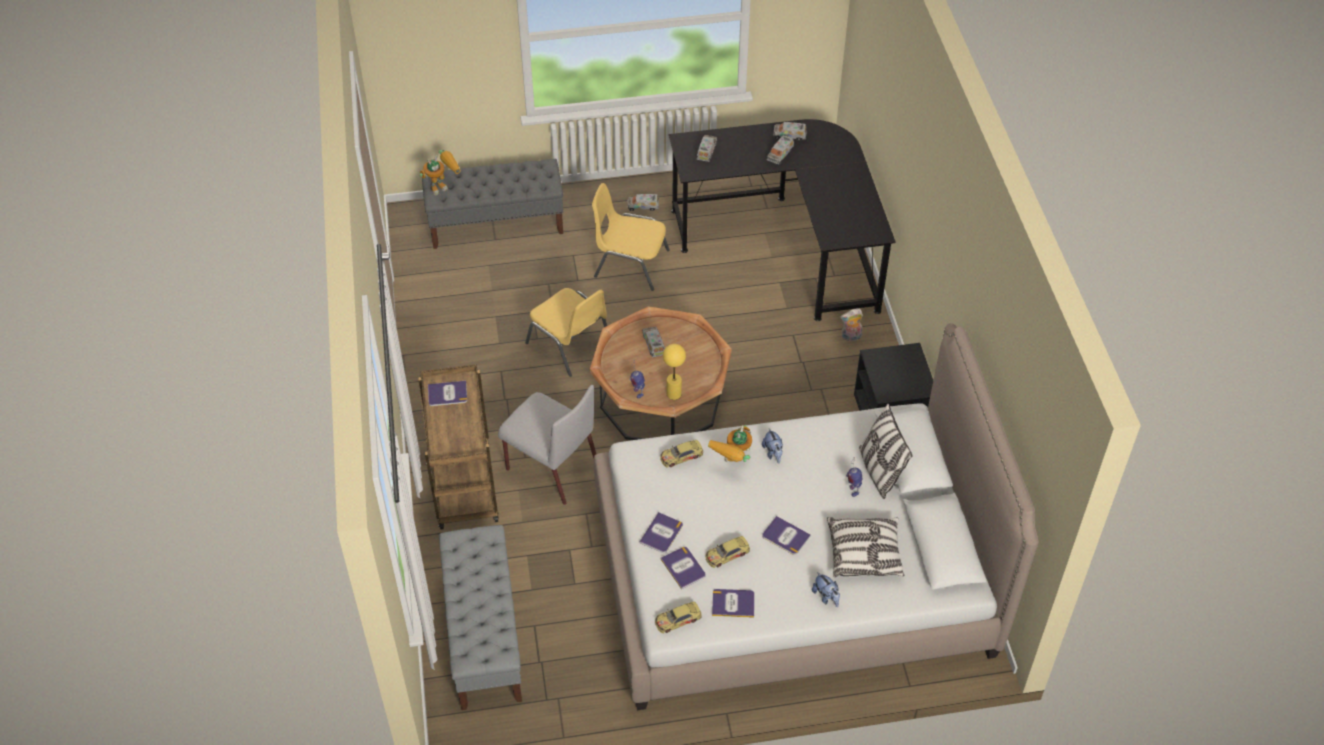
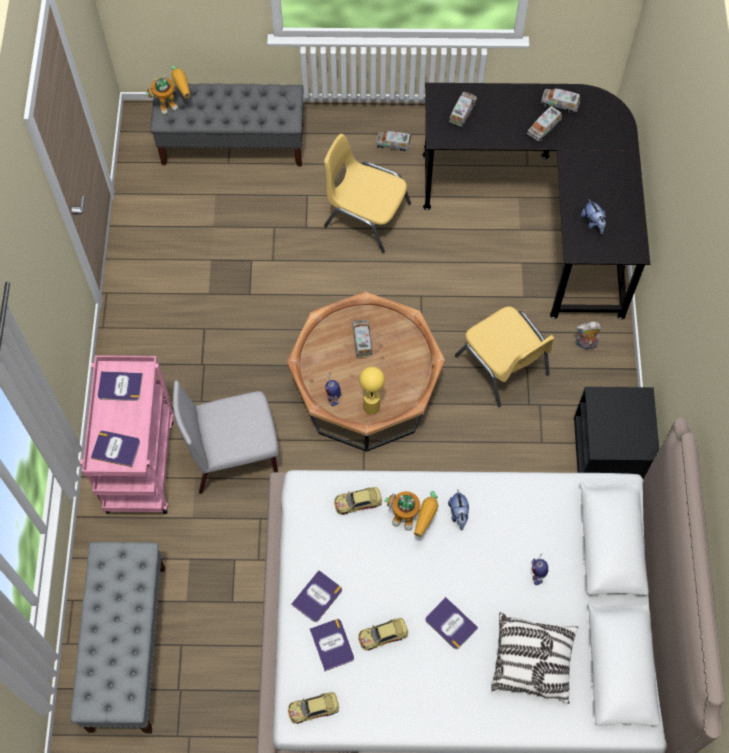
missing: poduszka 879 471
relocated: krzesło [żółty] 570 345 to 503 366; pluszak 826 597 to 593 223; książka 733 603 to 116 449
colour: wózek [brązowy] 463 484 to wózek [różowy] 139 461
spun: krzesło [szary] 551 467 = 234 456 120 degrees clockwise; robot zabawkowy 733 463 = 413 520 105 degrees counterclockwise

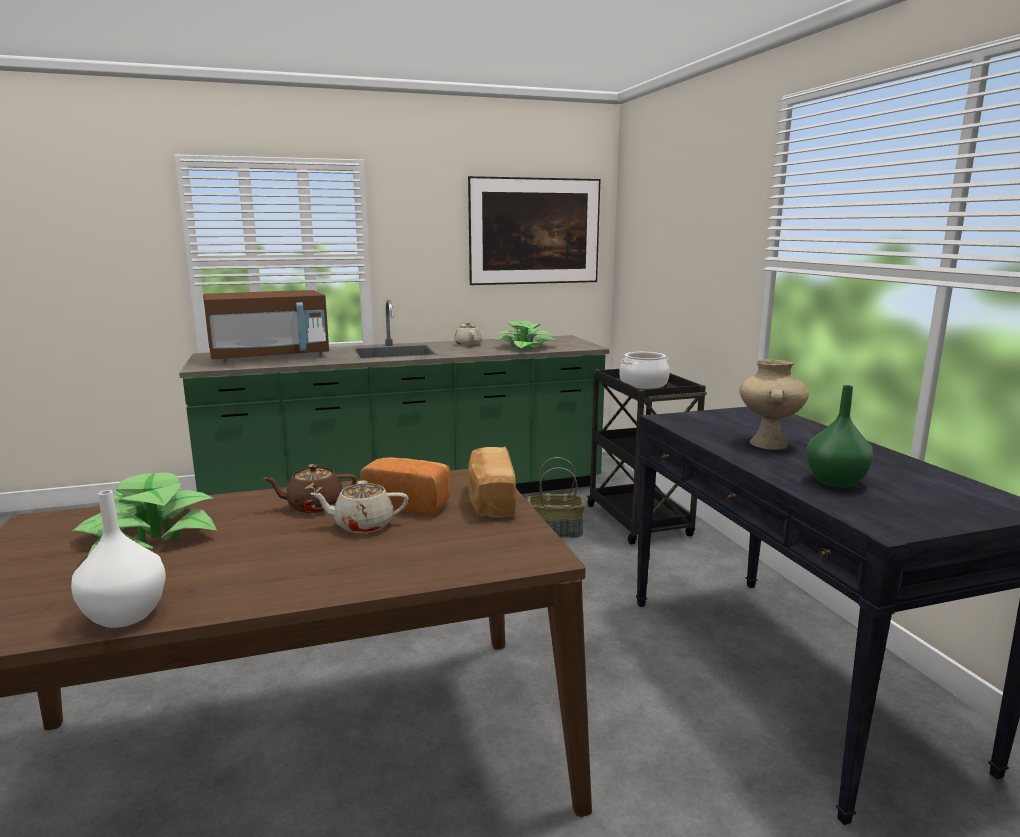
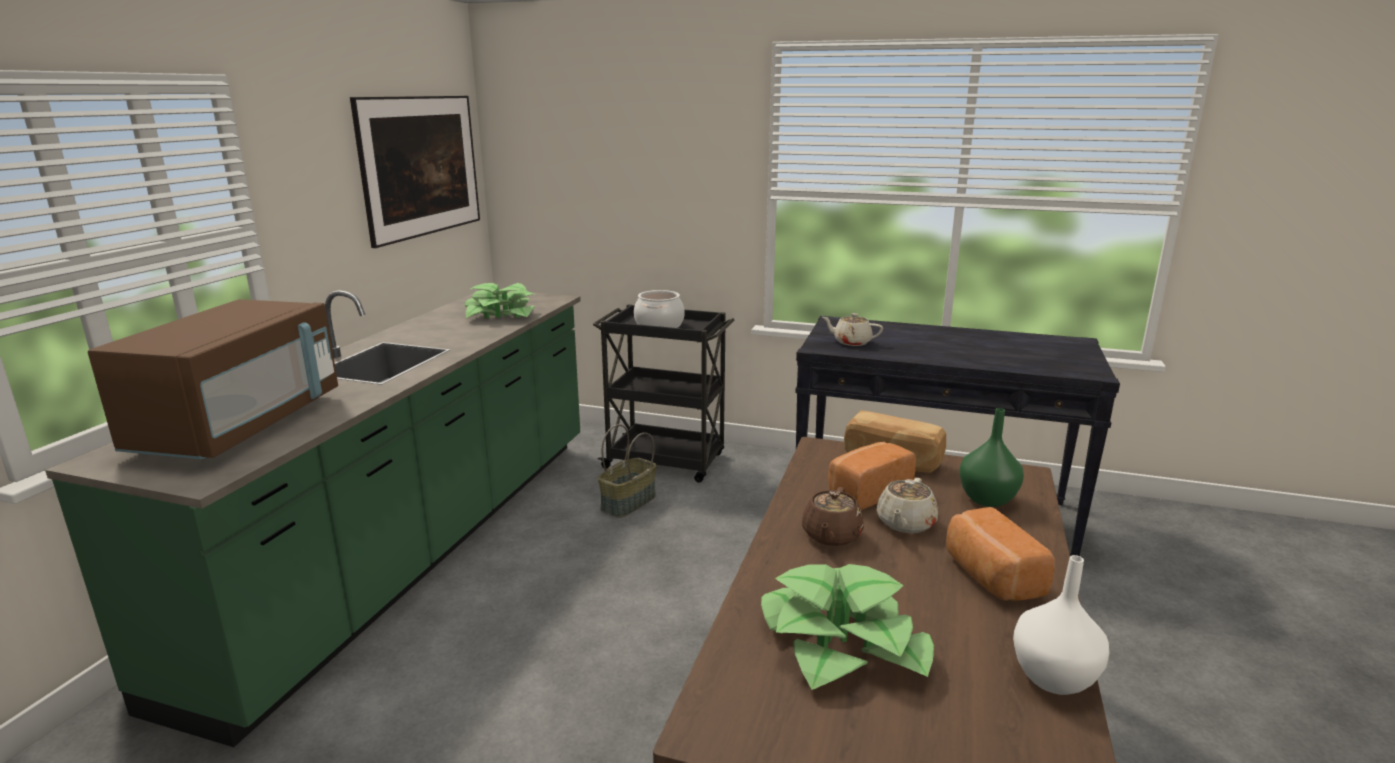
missing: wazon [beżowy] 767 444
appeared: chleb 989 577
relocated: imbryk [beżowy] 468 344 to 851 342; wazon [zielony] 835 481 to 986 498

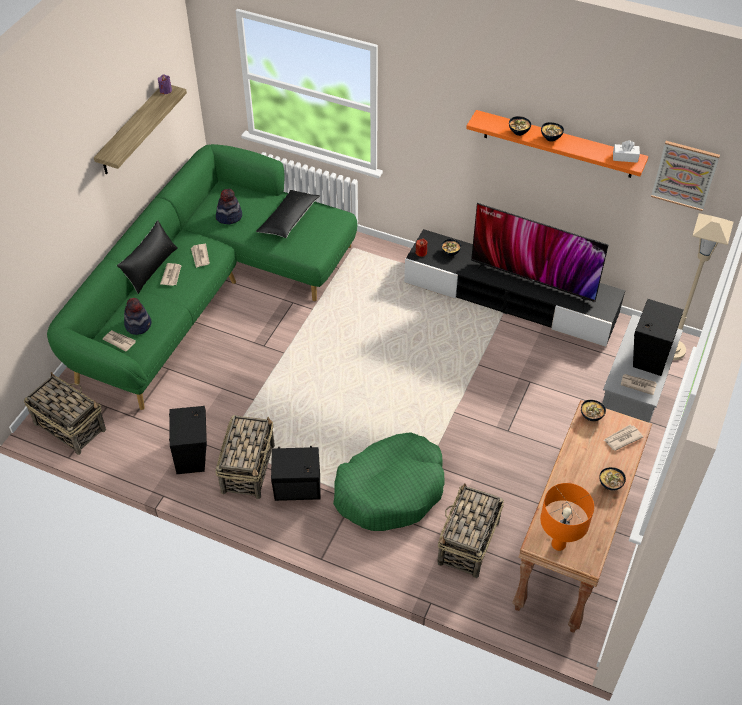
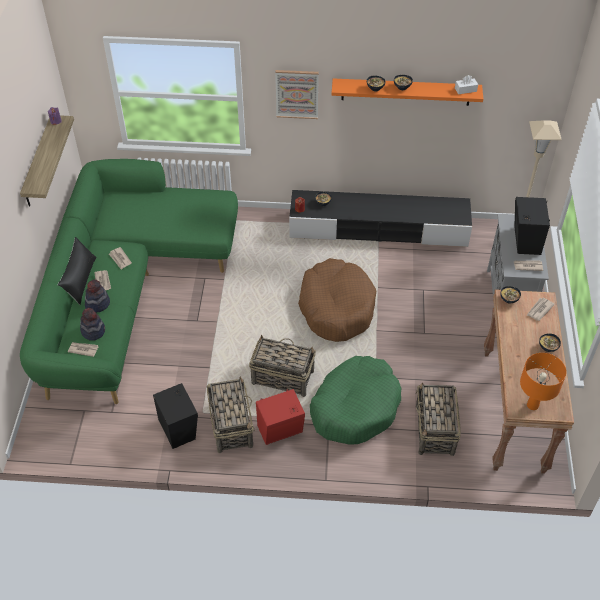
missing: poduszka [czarny] 289 219; telewizor 532 282
appeared: legowisko [brązowy] 336 307
relocated: obraz 684 175 to 297 94; kapelusz 229 216 to 97 304; koszyk 69 426 to 282 377
colour: głośnik [czarny] 298 490 to głośnik [czerwony] 281 430

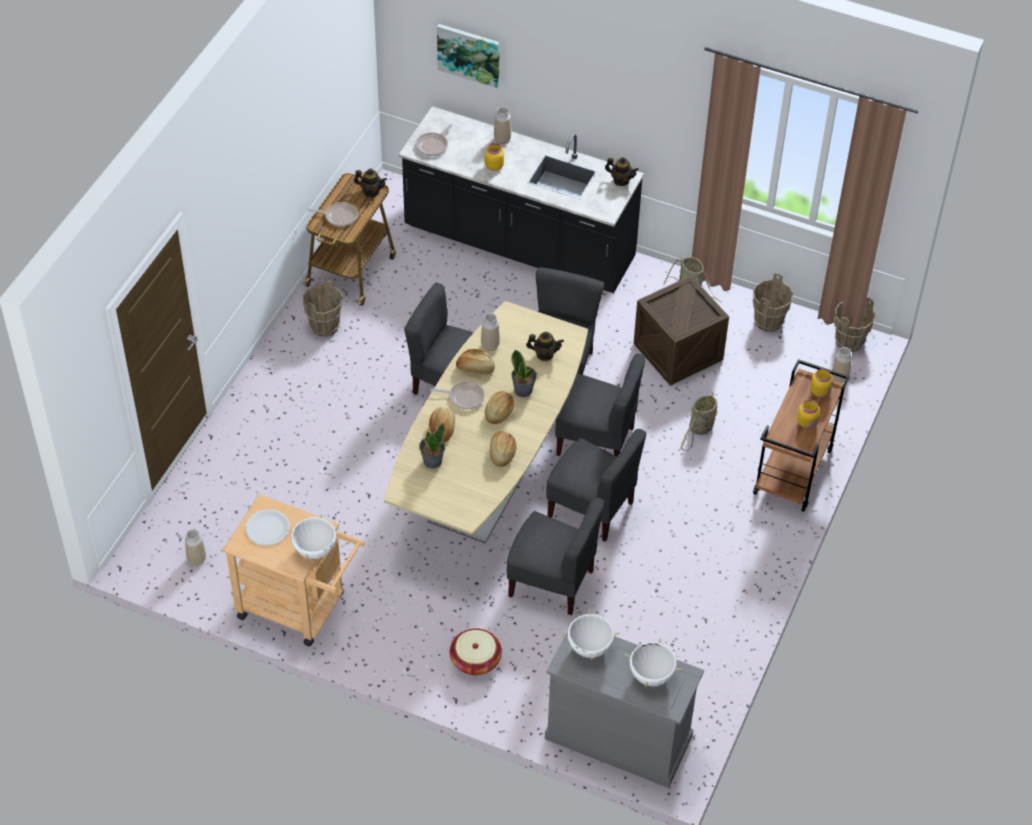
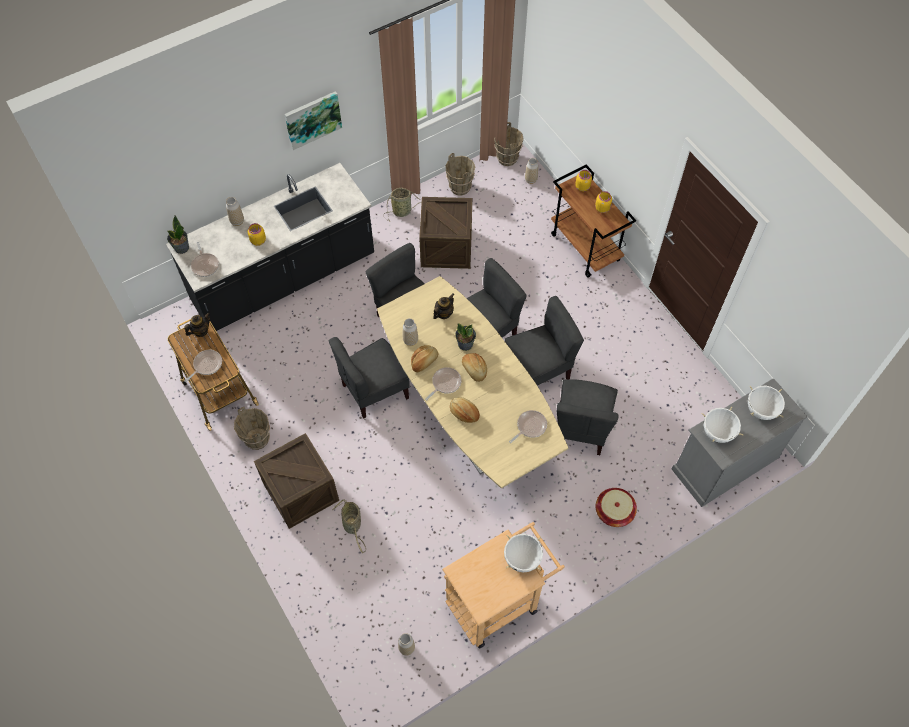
missing: imbryk 621 180; chleb 502 453; talerz [biały] 268 528
appeared: patelnia 530 426; skrzynka 301 492
relocated: obraz 469 54 to 312 119; koszyk 700 429 to 352 526; roślina doniczkowa 432 461 to 181 248
spun: krzesło [szary] 552 582 = 581 429 135 degrees clockwise

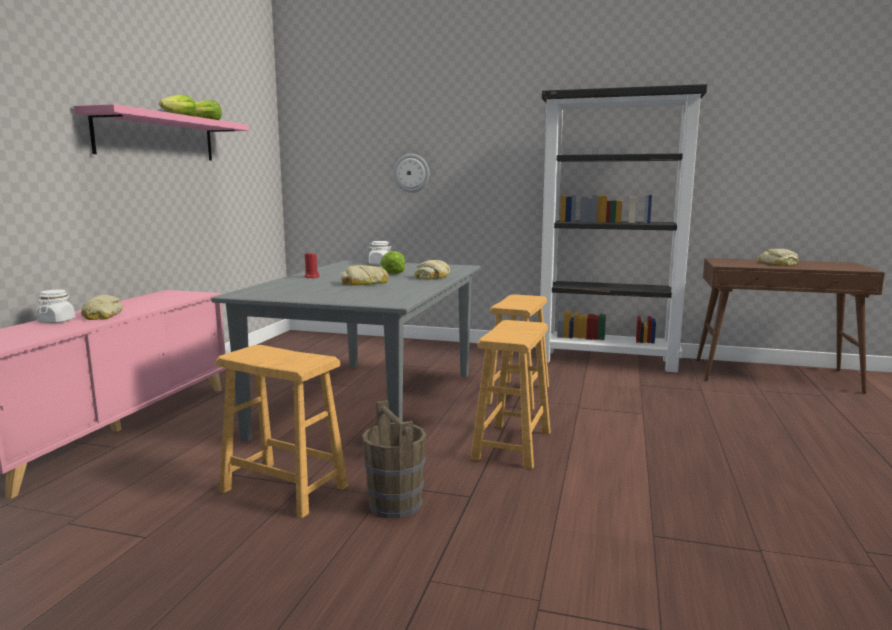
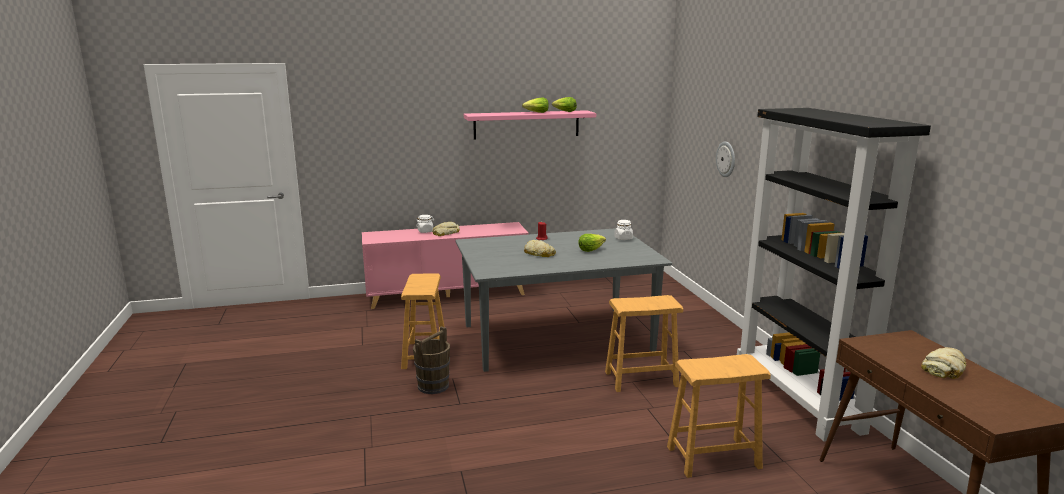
missing: chleb 433 276
relocated: stołek [brązowy] 512 445 to 713 457

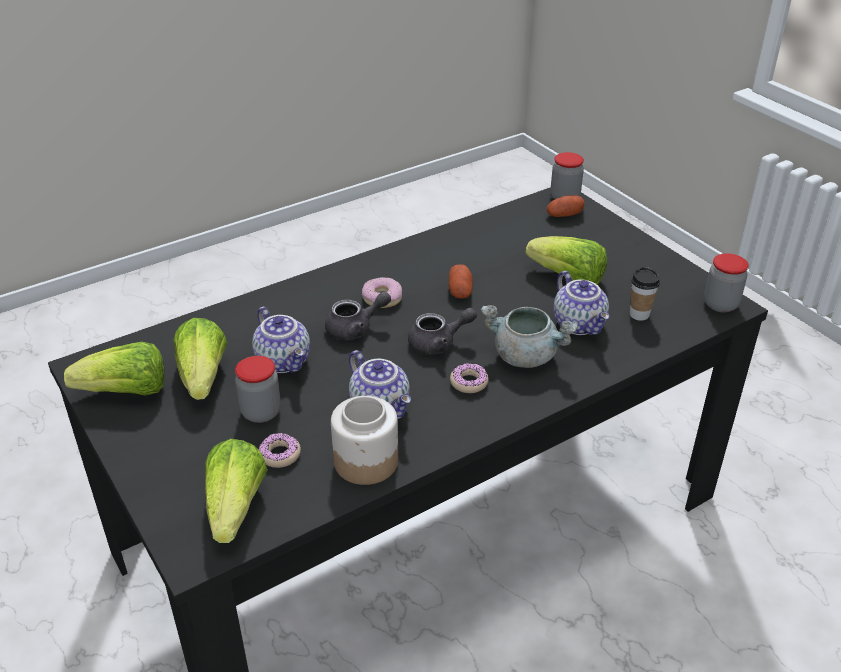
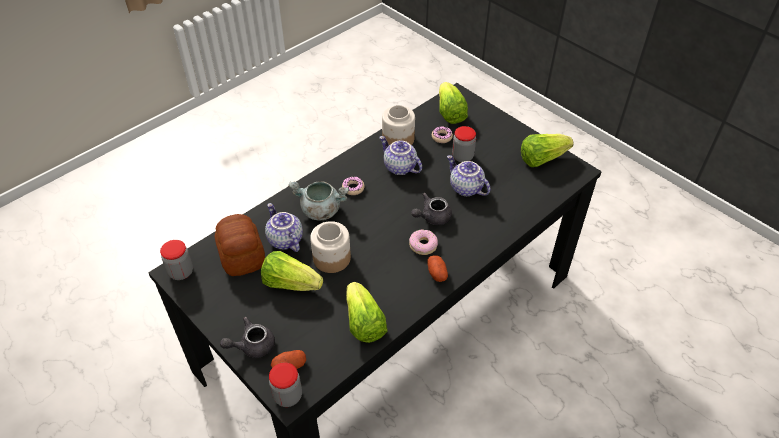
appeared: słoik 331 258
relocated: ziemniak 460 291 to 436 273; imbryk [szary] 438 343 to 252 345; sałata 203 377 to 364 323
exchanged: filiżanka 639 314 to chleb 242 254

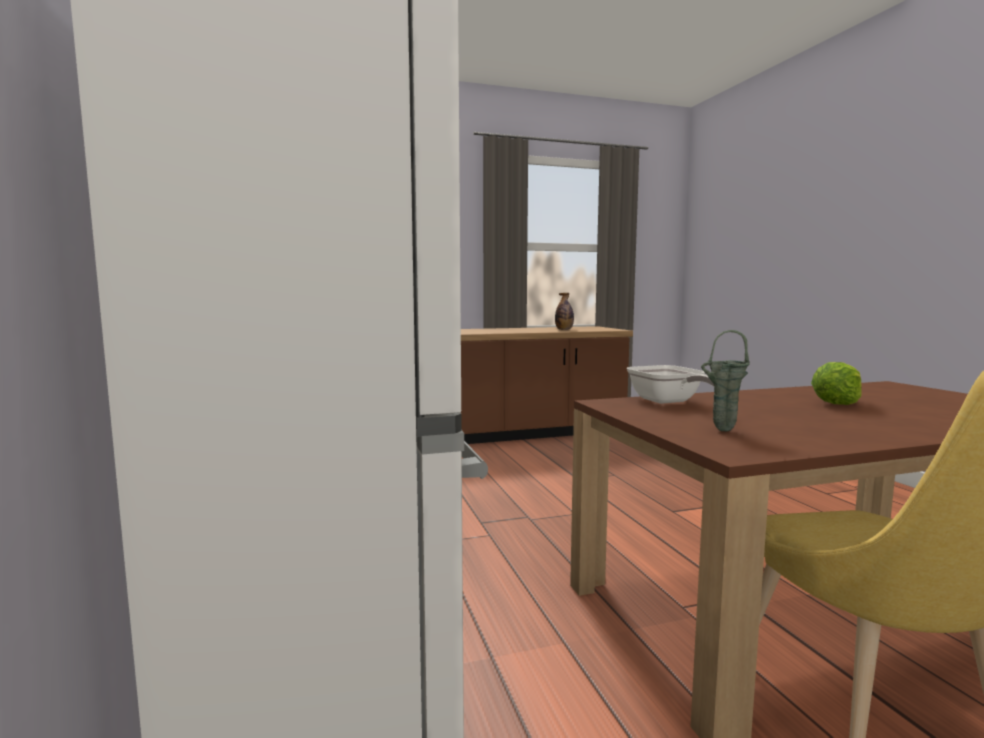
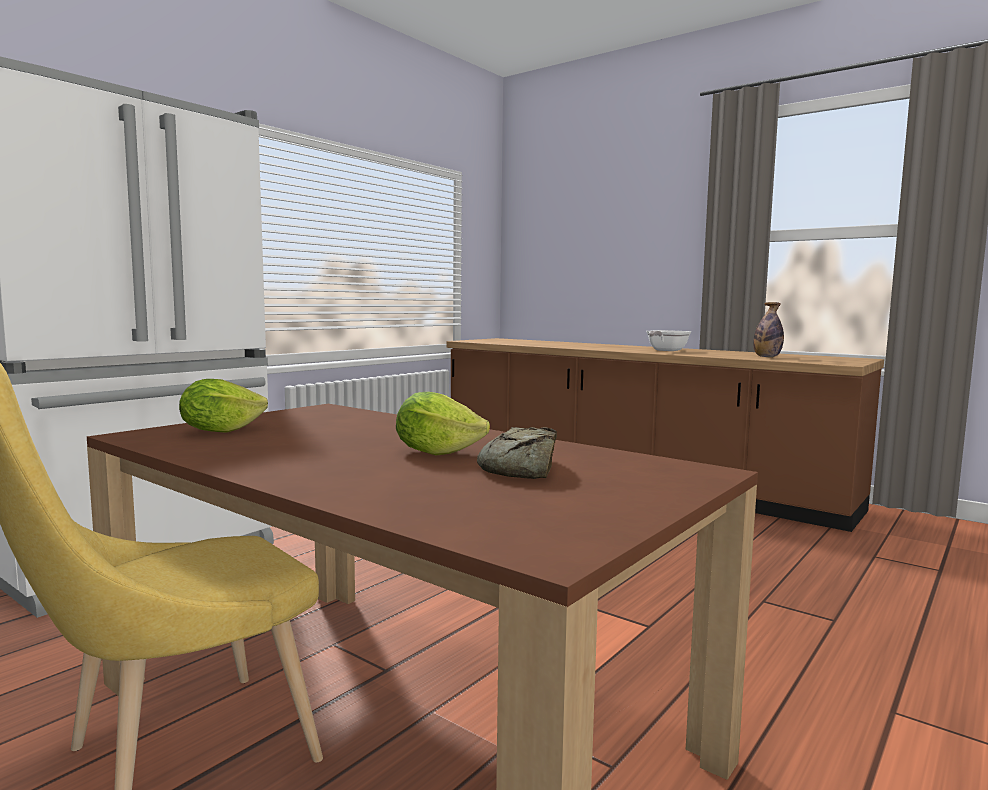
appeared: chleb 520 469
relocated: patelnia 668 402 to 665 350
exchanged: wazon [zielony] 721 431 to sałata 220 431

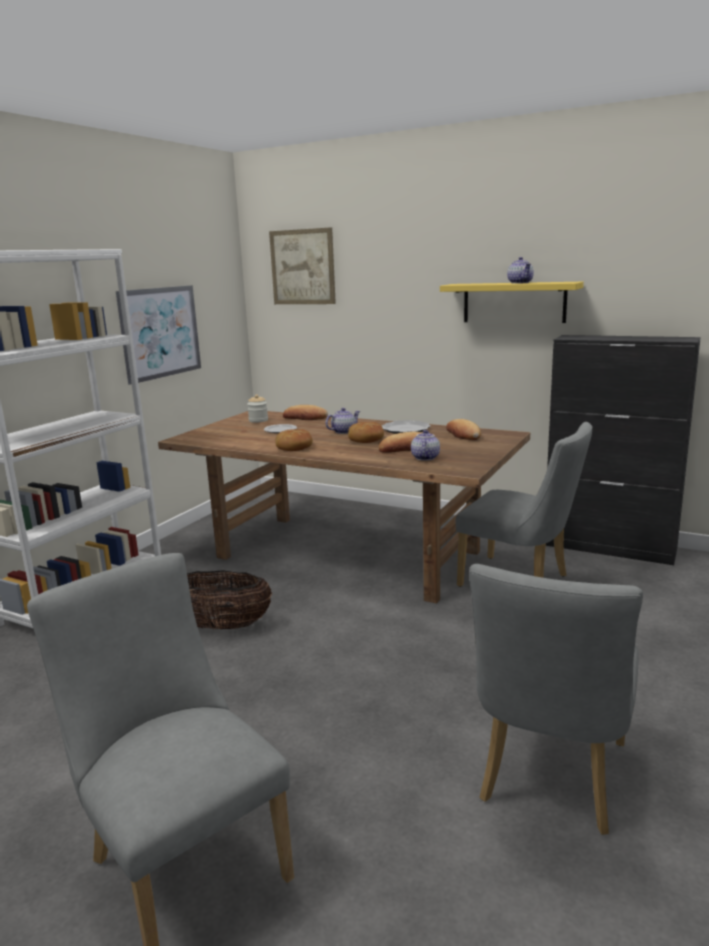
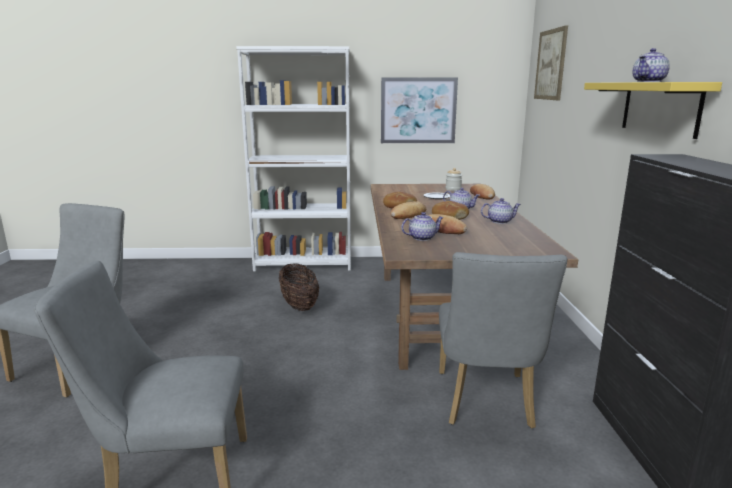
relocated: chleb 463 434 to 408 215
exchanged: talerz 405 429 to imbryk 499 221

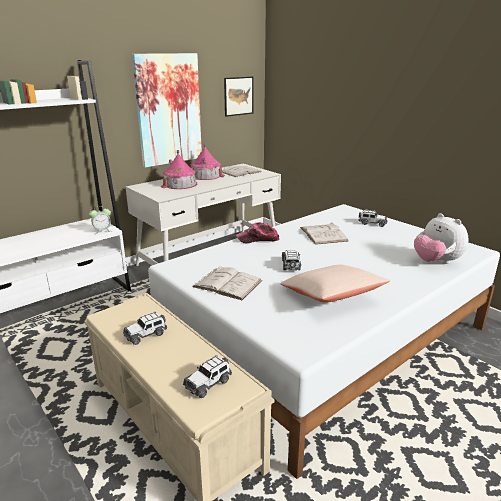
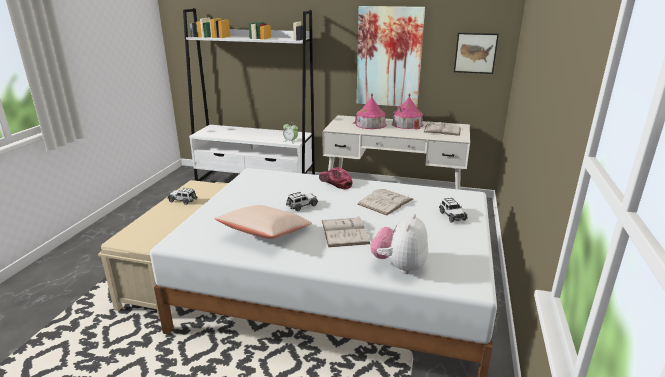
missing: samochodzik 208 383
relocated: książka [biały] 227 284 to 344 232

